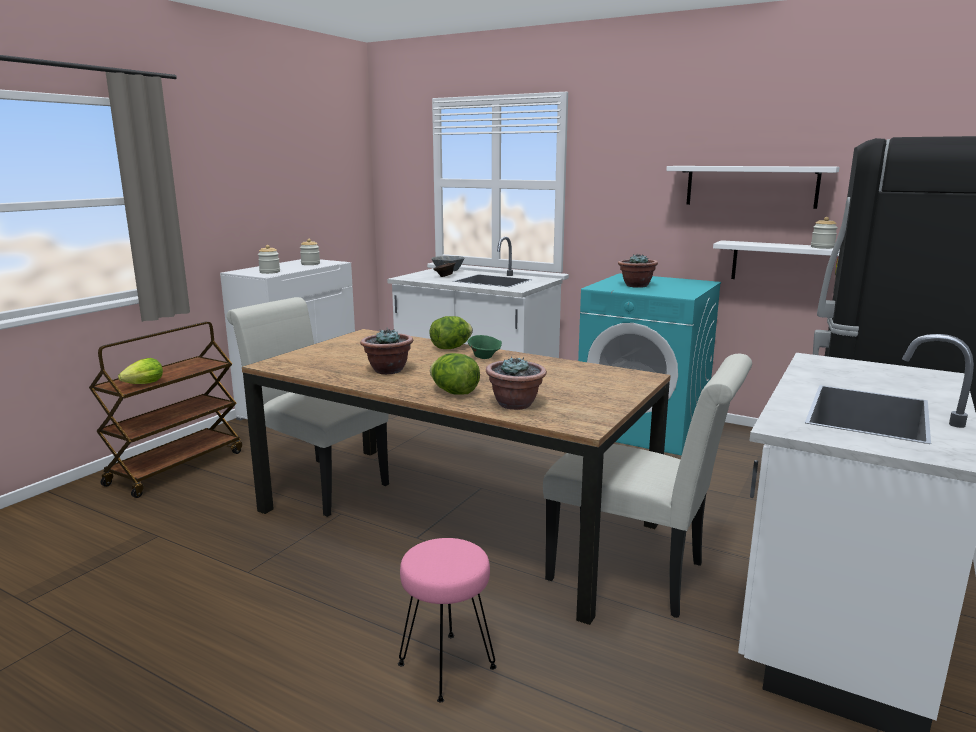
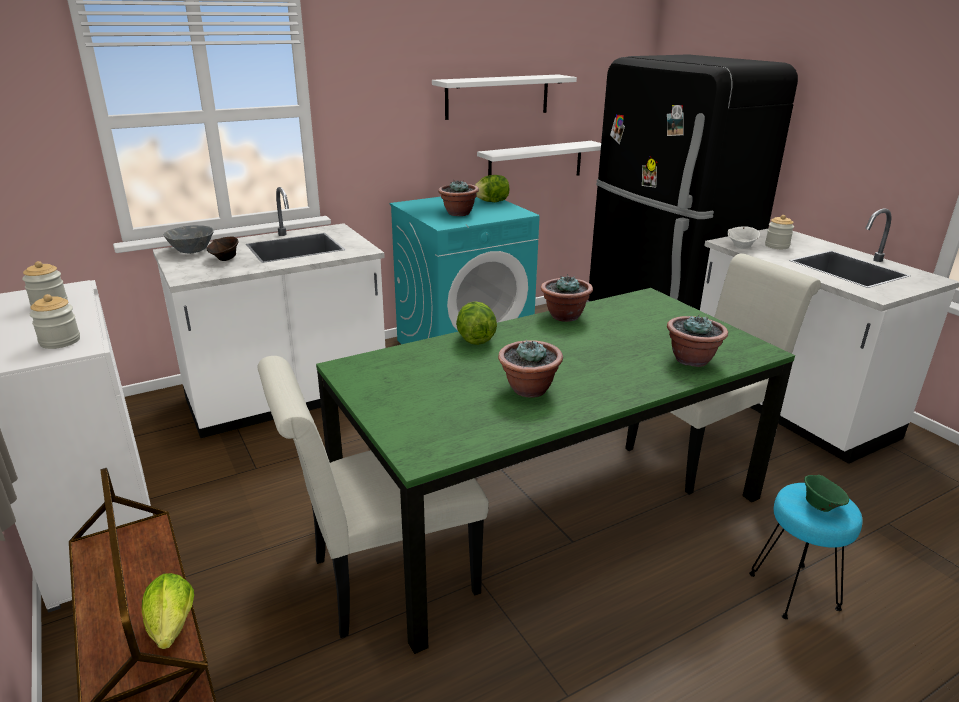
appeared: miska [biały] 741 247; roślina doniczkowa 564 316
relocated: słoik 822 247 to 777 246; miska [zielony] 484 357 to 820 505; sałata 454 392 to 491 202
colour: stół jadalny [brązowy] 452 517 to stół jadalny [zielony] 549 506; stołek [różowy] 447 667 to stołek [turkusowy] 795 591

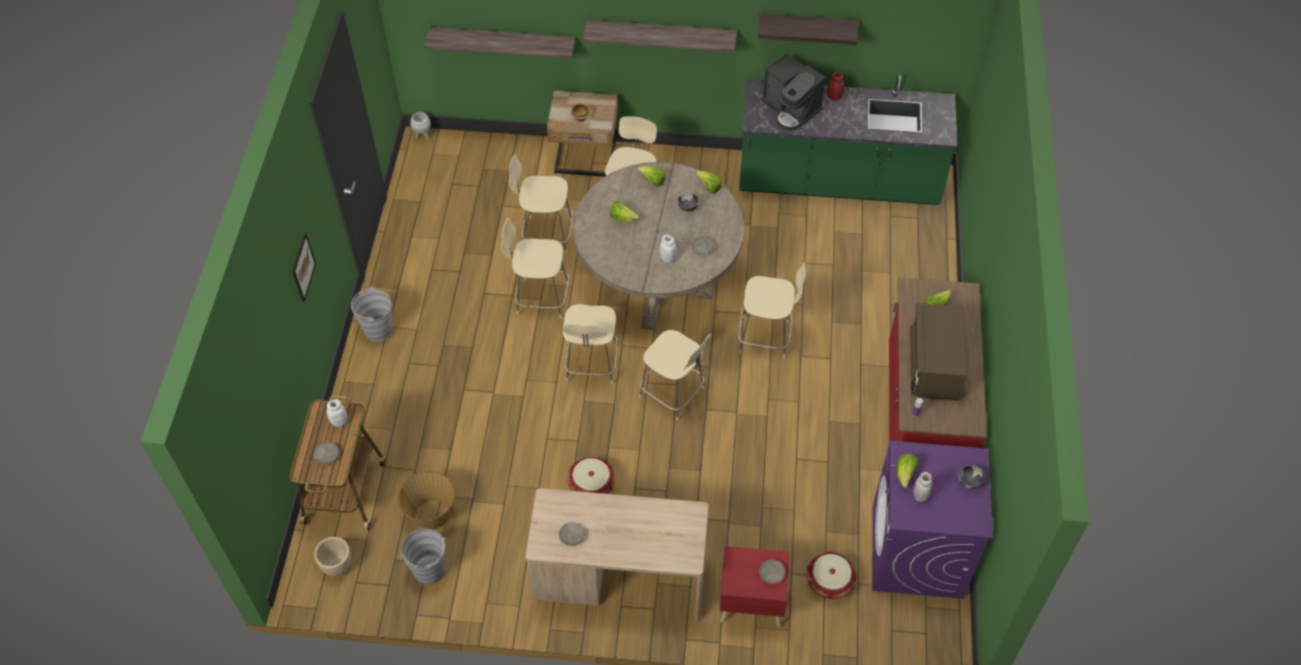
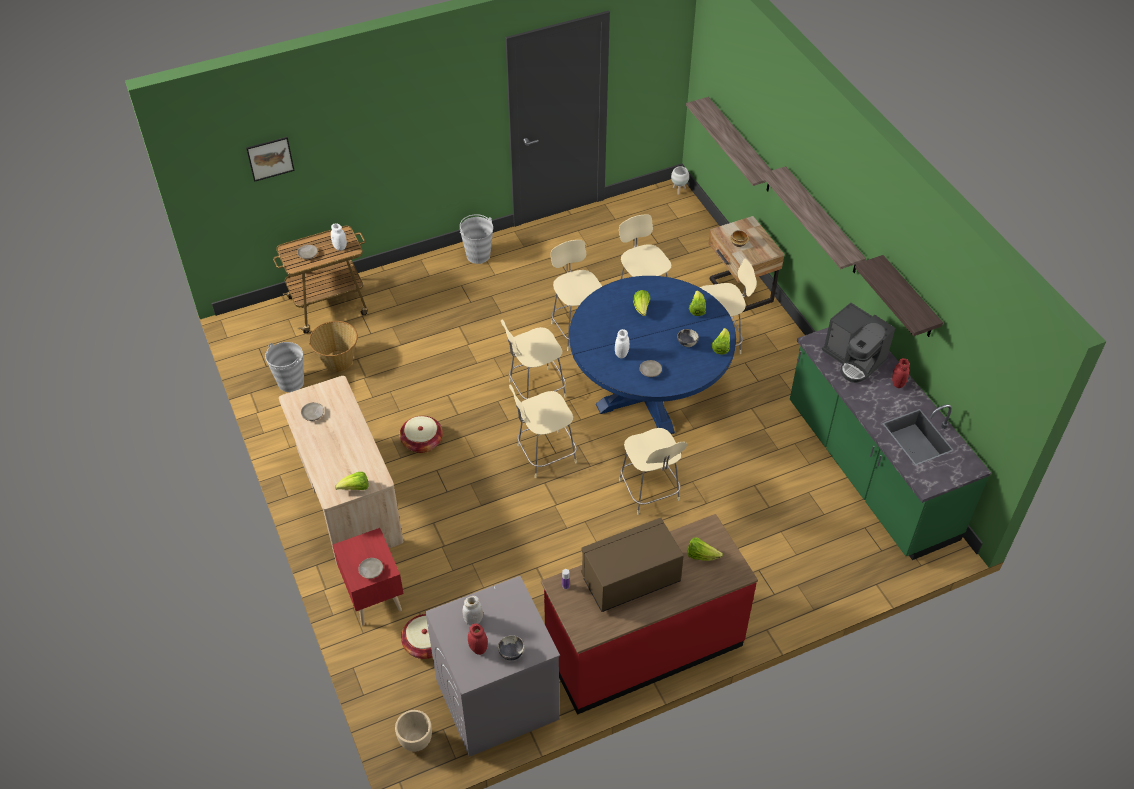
appeared: słoik [czerwony] 478 648
relocated: obraz 303 267 to 270 158; sałata 905 474 to 355 488; donica [beżowy] 338 566 to 416 741
colour: stół jadalny [beżowy] 658 285 to stół jadalny [niebieski] 648 395; pralka [fioletowy] 917 552 to pralka [szary] 496 700
spun: ekspres do kawy 791 109 = 854 359 60 degrees counterclockwise; krzesło [beżowy] 673 394 = 544 454 60 degrees clockwise

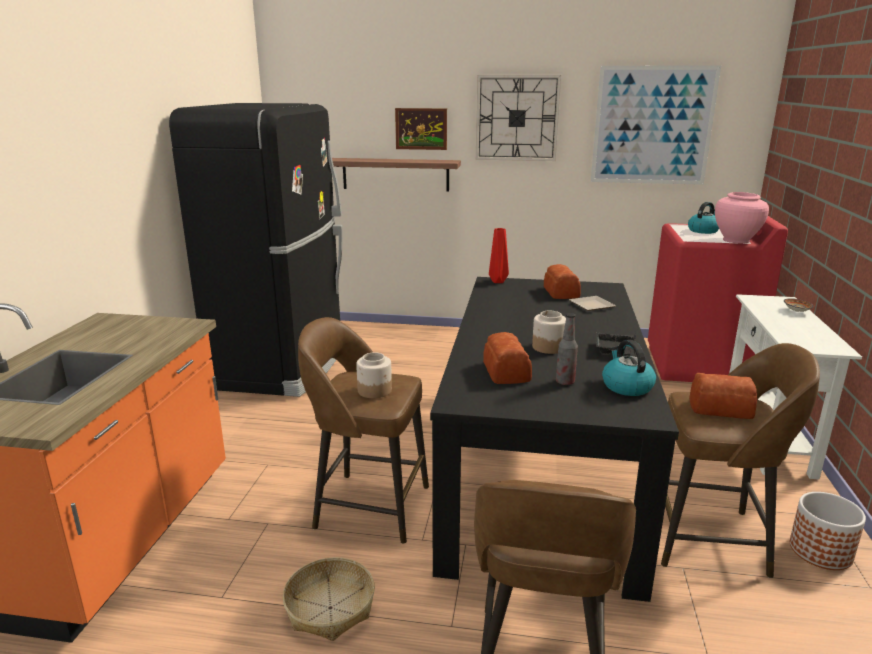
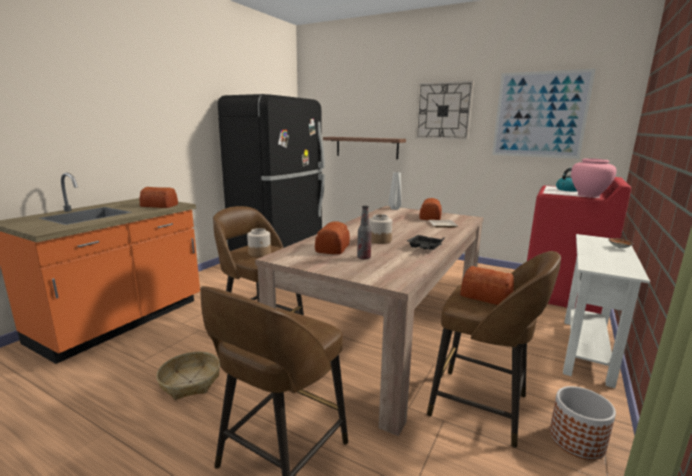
missing: obraz 421 129; czajnik 626 386
appeared: chleb 159 205
colour: wazon [czerwony] 497 281 to wazon [szary] 394 208; stół jadalny [czarny] 540 468 to stół jadalny [beżowy] 387 334

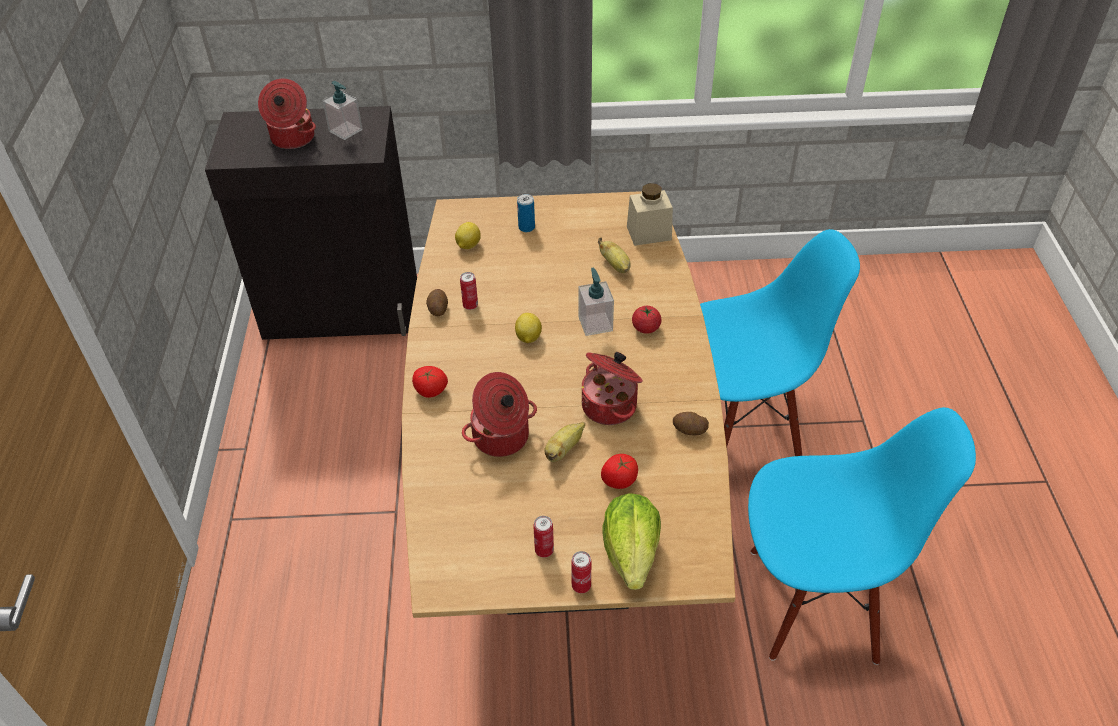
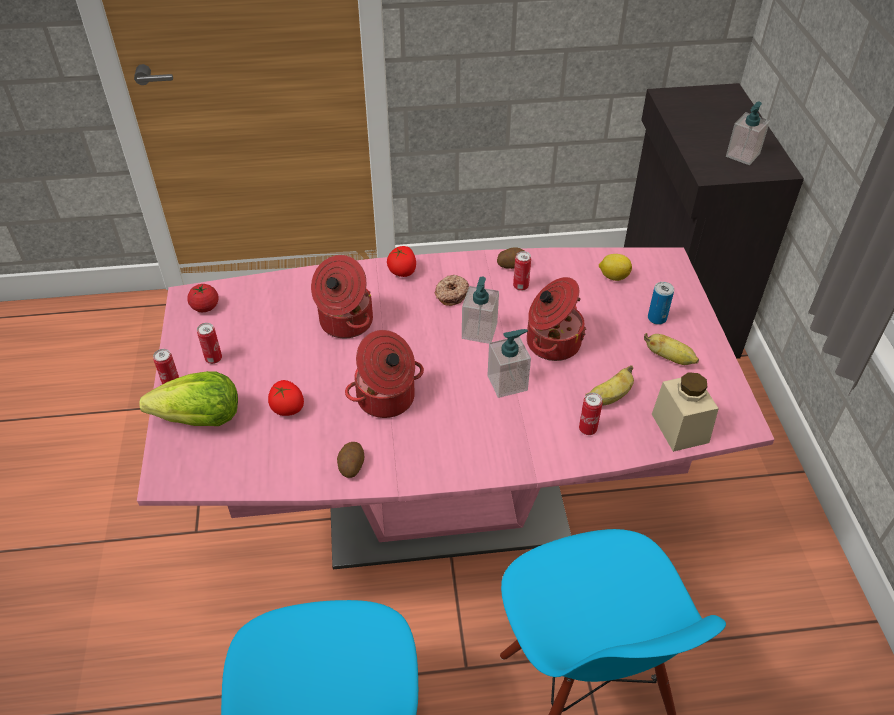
appeared: donut 451 294; puszka 587 429
relocated: garnek 292 139 to 551 342; pomidor 646 328 to 205 307; banan 563 450 to 669 358
exchanged: cytryna 528 338 to dozownik mydła 479 331
colour: stół jadalny [brązowy] 562 511 to stół jadalny [różowy] 446 508

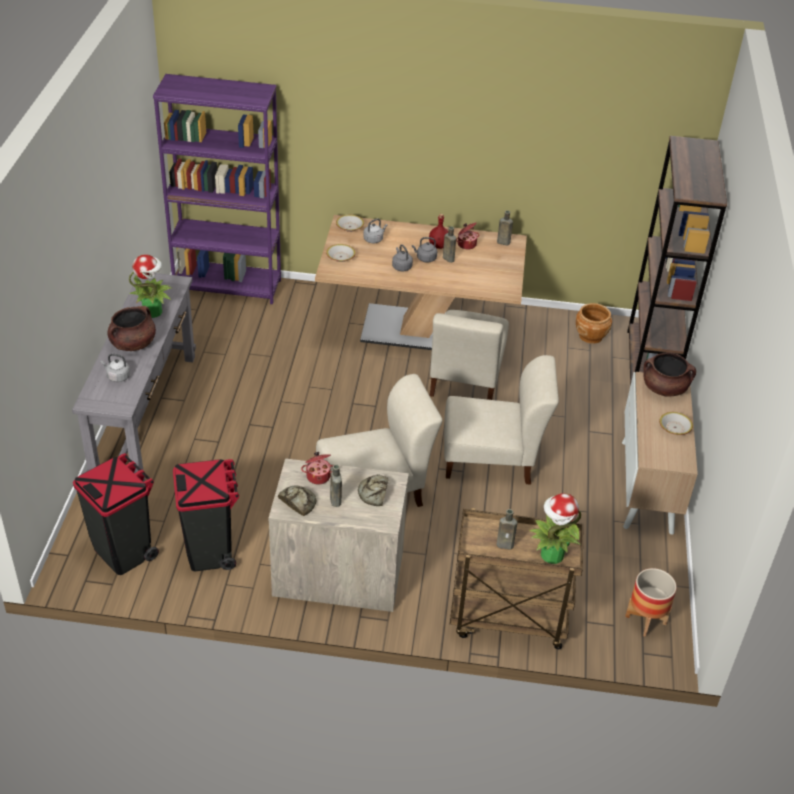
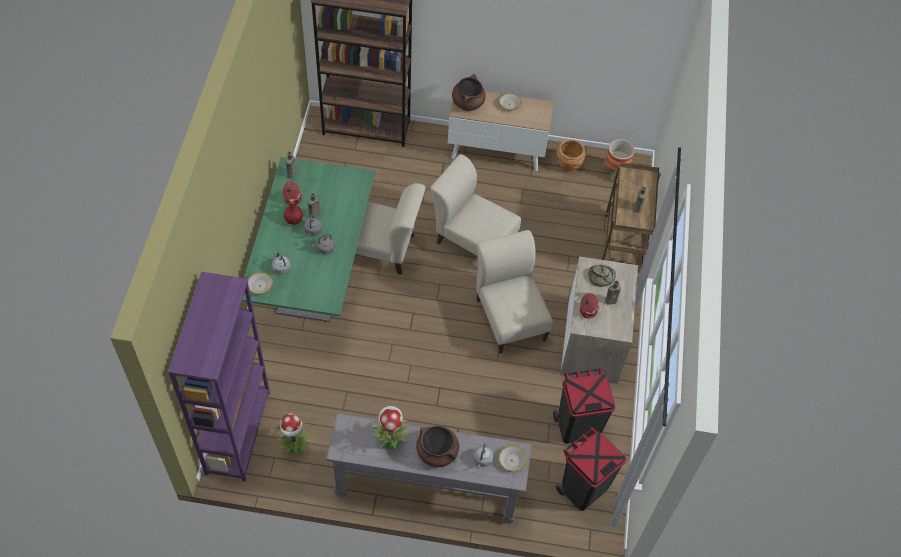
missing: chleb 298 502
relocated: miska 340 257 to 511 460; donica [brązowy] 590 336 to 568 164; roślina doniczkowa 551 555 to 295 446
colour: stół jadalny [brązowy] 418 329 to stół jadalny [zielony] 314 277
spun: krzesło [beżowy] 492 459 = 473 239 60 degrees counterclockwise

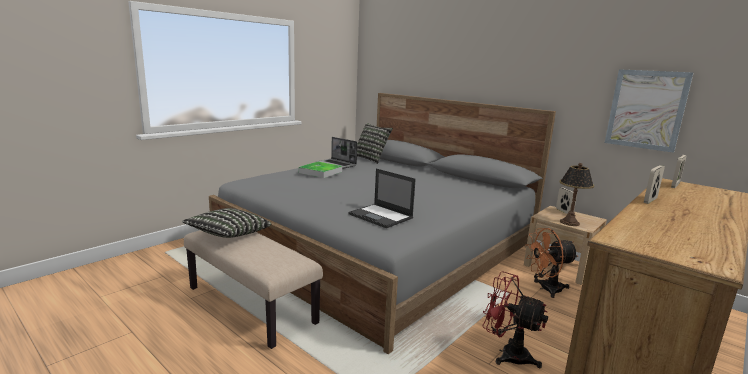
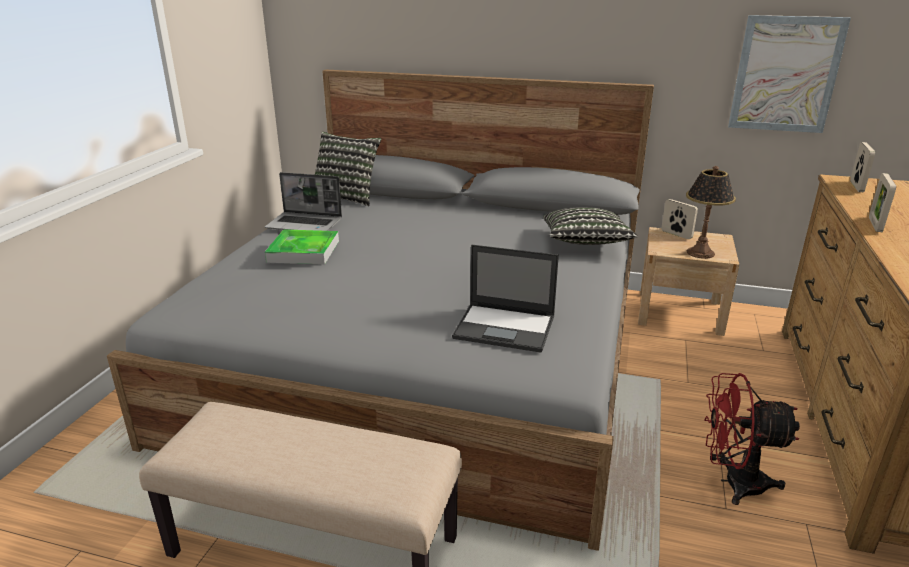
missing: wentylator [pomarańczowy] 546 289
relocated: poduszka 228 235 to 585 243

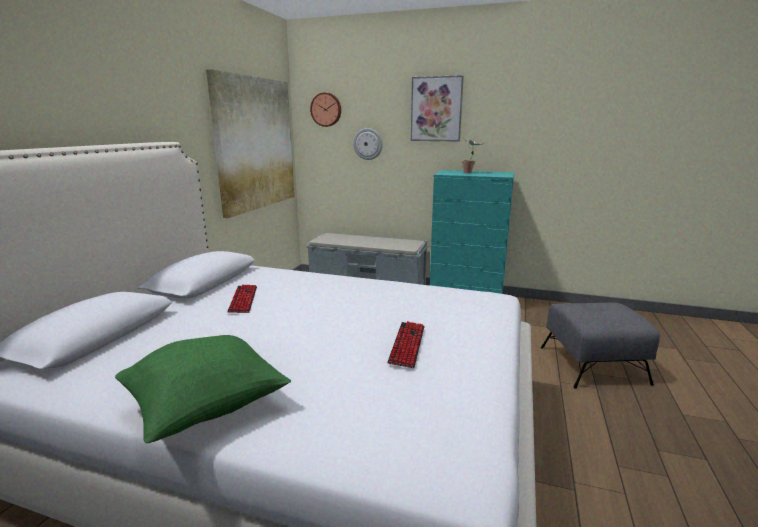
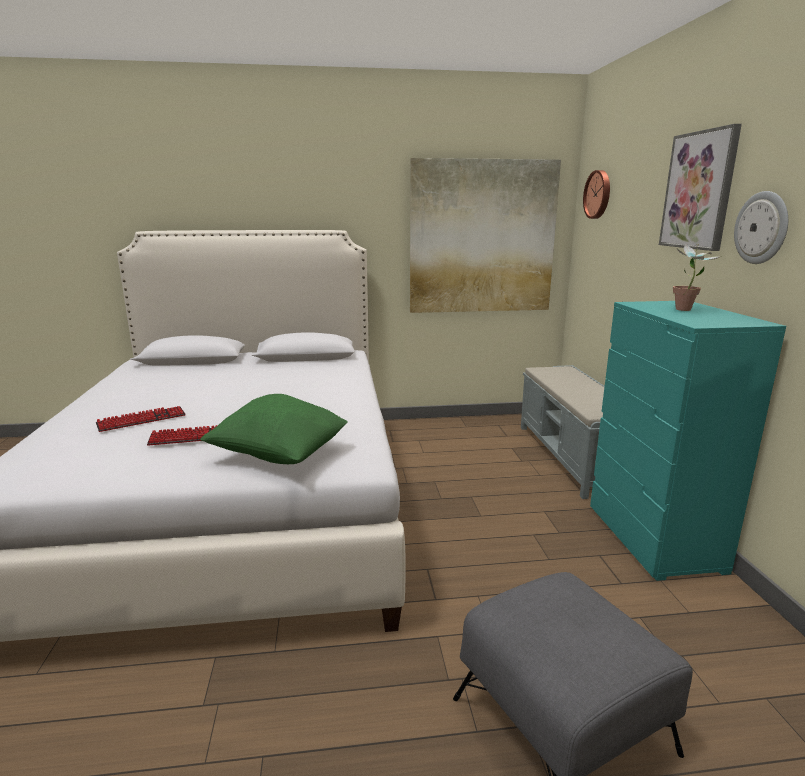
relocated: zegar ścienny 368 144 to 762 228; klawiatura 243 300 to 142 420; poduszka [zielony] 206 409 to 279 455

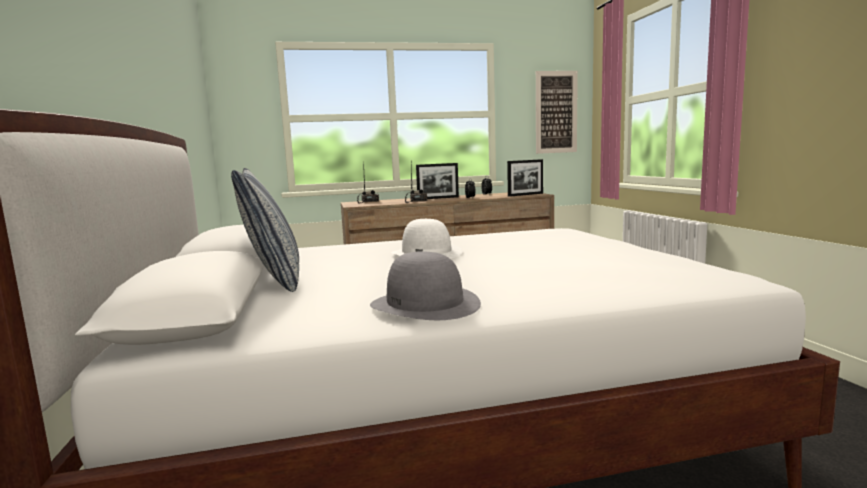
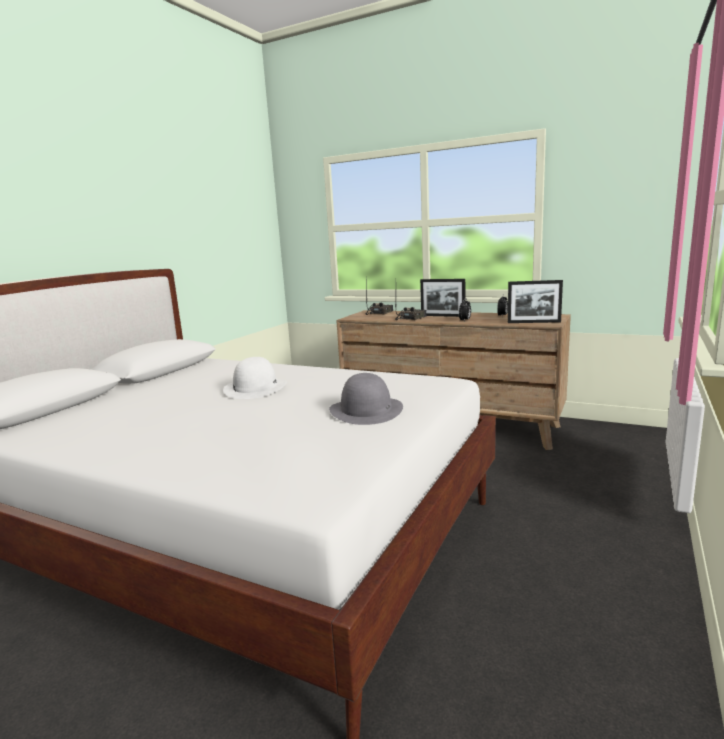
missing: obraz 556 112; poduszka 275 280
relocated: kapelusz [szary] 425 304 to 366 410

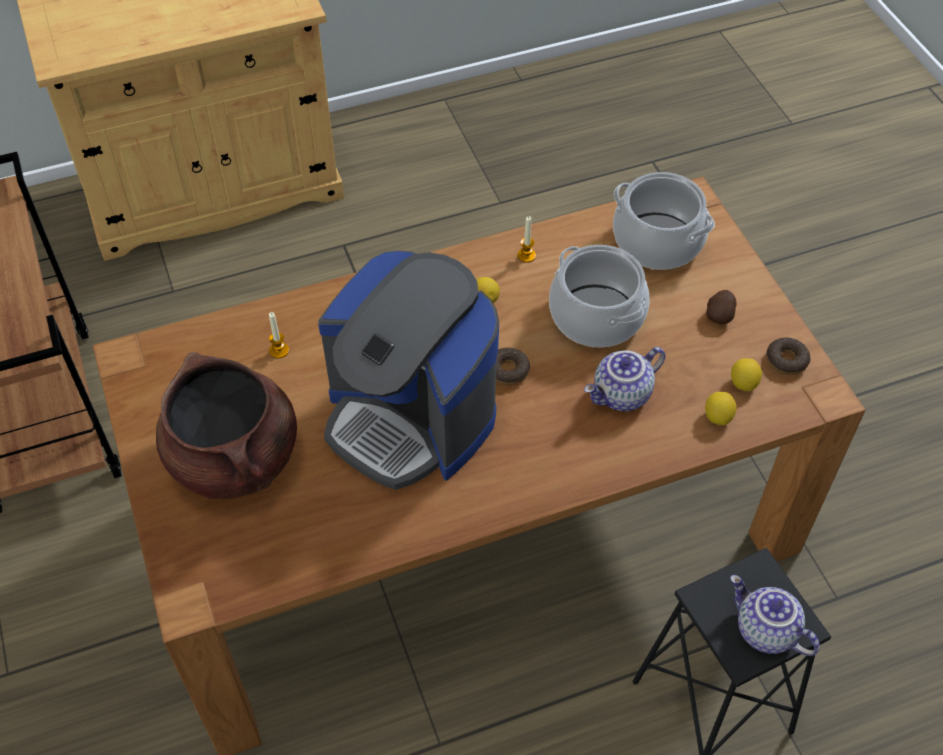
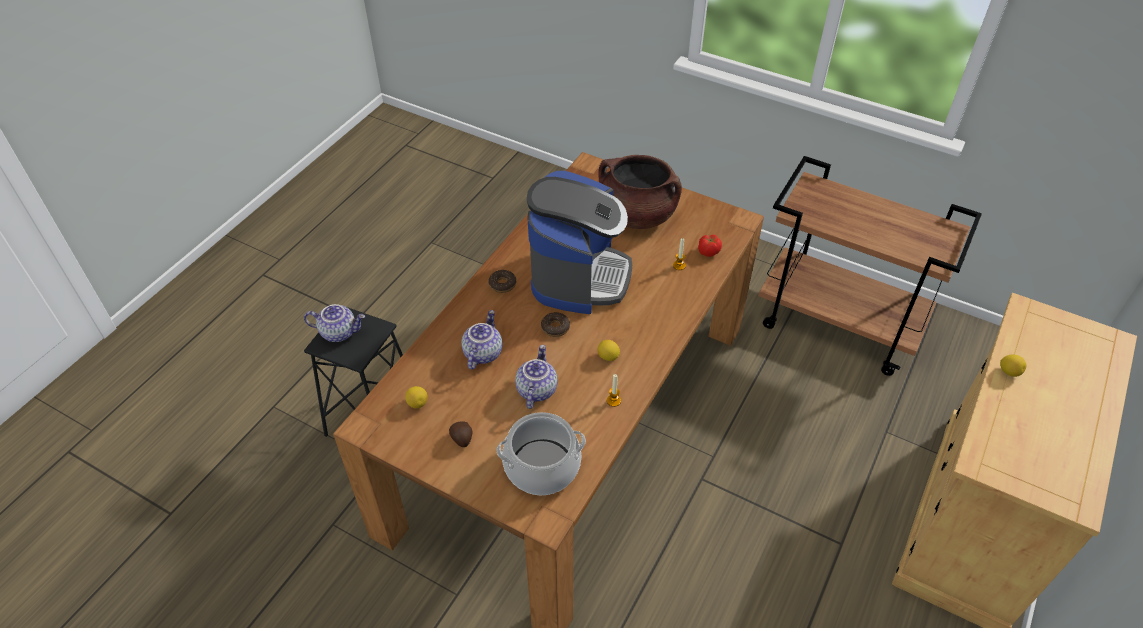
appeared: pomidor 708 252
relocated: donut 786 360 to 502 284; cytryna 718 417 to 1009 372
exchanged: garnek 597 316 to imbryk 535 389
spun: ekspres do kawy 410 418 = 579 276 105 degrees clockwise

